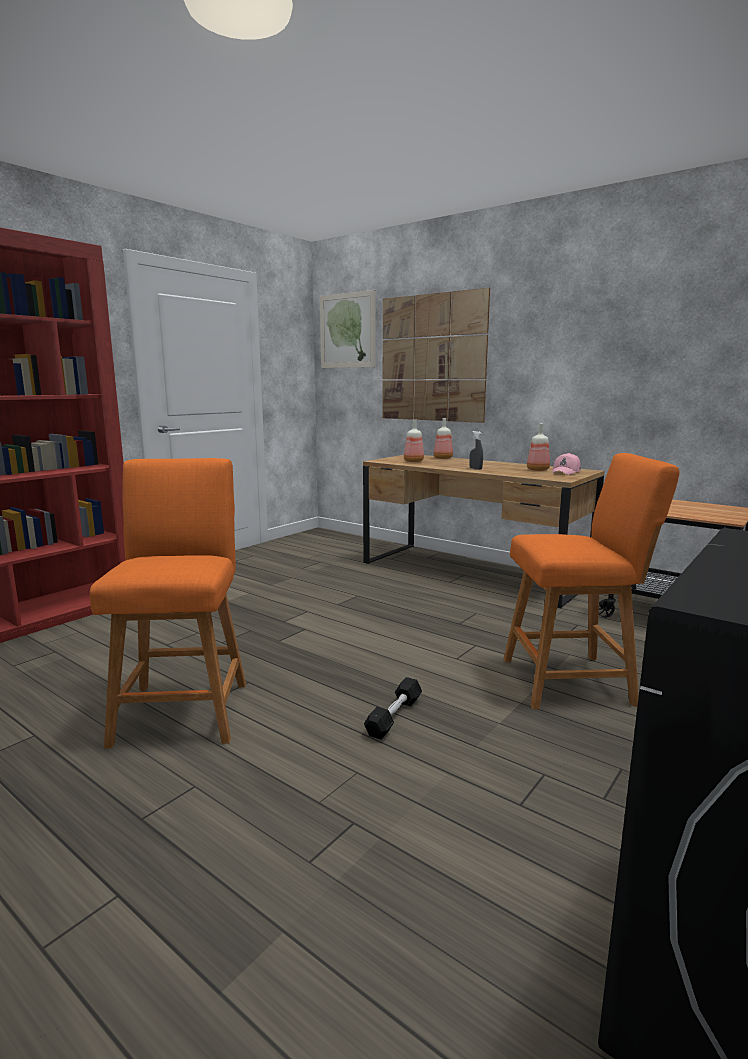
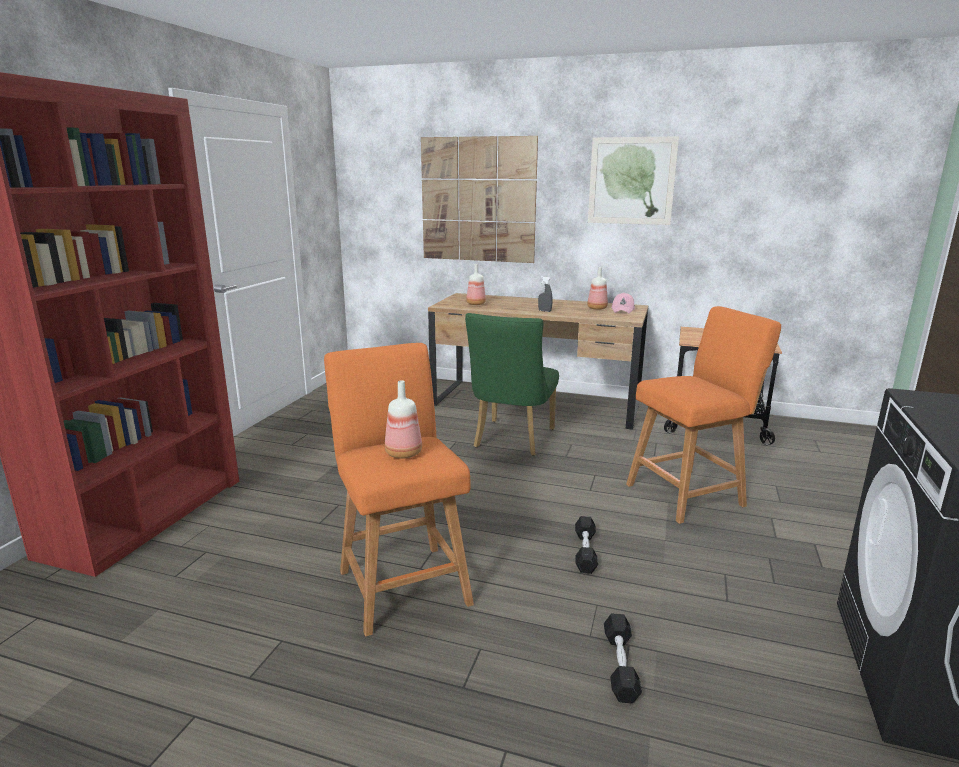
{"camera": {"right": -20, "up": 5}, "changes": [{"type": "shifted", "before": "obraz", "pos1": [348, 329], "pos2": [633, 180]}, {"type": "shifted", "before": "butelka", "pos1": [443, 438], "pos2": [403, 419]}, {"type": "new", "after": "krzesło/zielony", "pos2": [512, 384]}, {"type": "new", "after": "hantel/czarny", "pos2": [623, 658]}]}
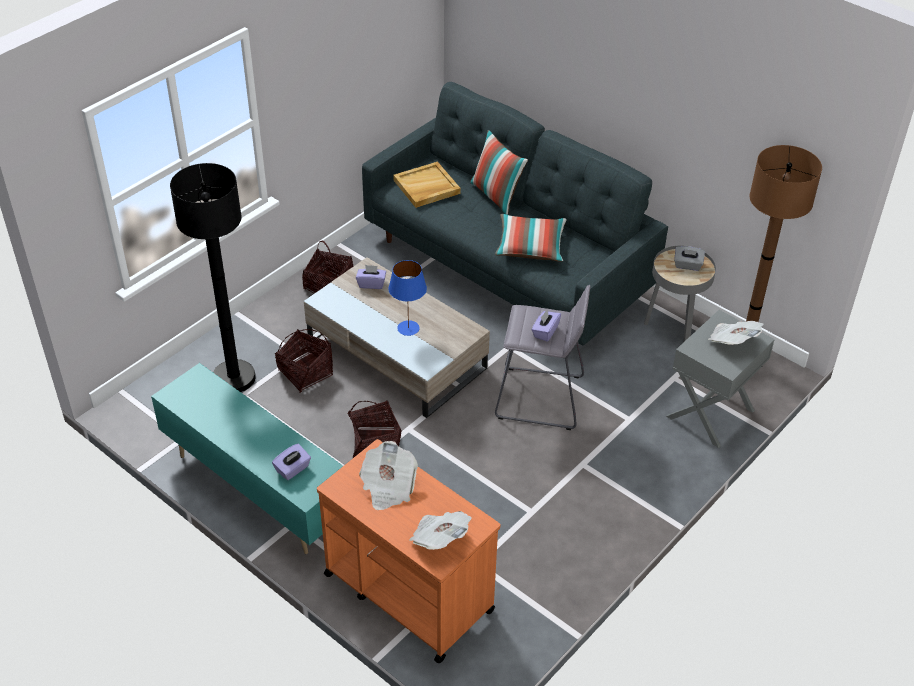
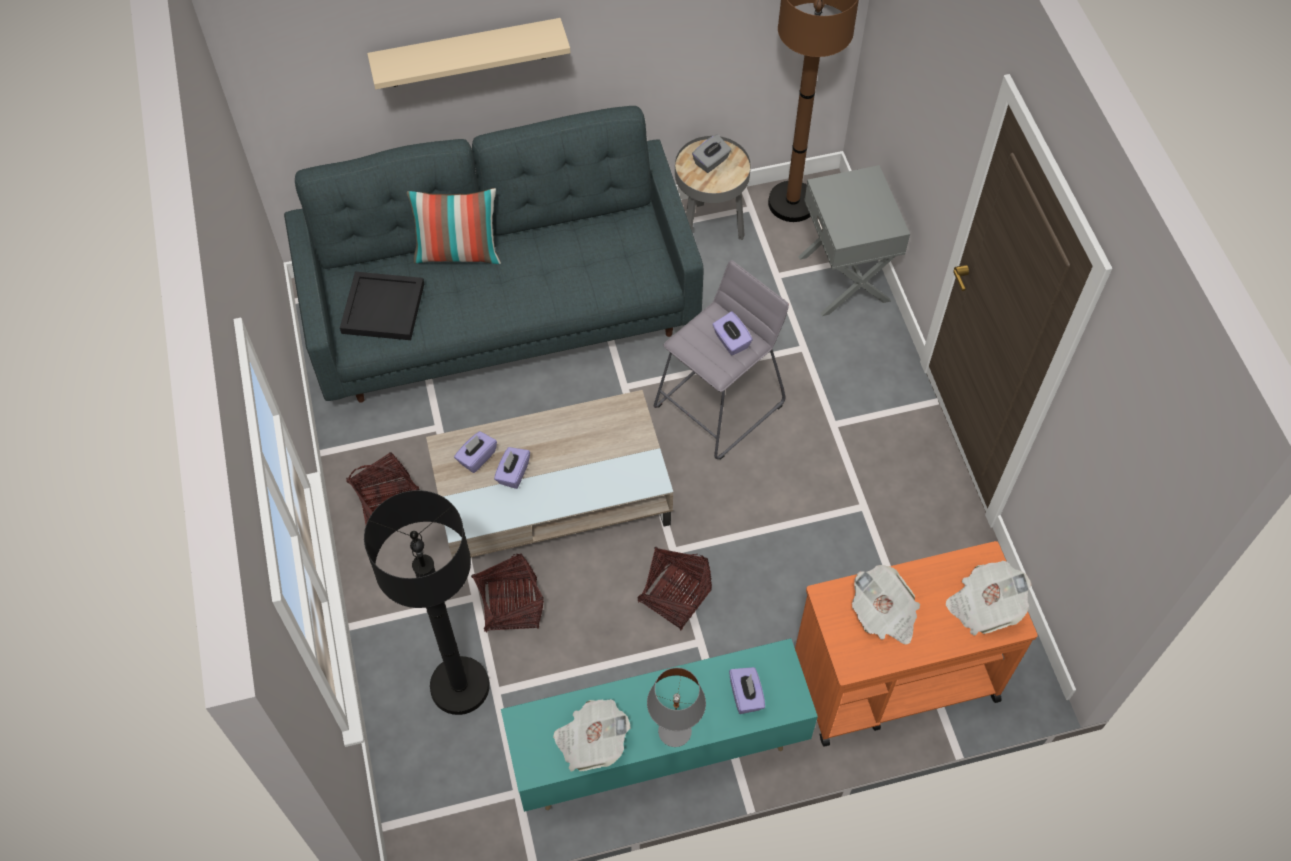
{"camera": {"right": -55, "up": 15}, "changes": [{"type": "gone", "before": "lampa stołowa/niebieski", "pos1": [407, 298]}, {"type": "repainted", "before": "taca/beżowy", "after": "taca/czarny", "pos1": [427, 185], "pos2": [382, 306]}, {"type": "gone", "before": "poduszka", "pos1": [531, 238]}, {"type": "shifted", "before": "gazeta", "pos1": [736, 333], "pos2": [591, 735]}, {"type": "new", "after": "półka/beżowy", "pos2": [468, 53]}, {"type": "new", "after": "pudełko chusteczek/fioletowy", "pos2": [512, 468]}, {"type": "new", "after": "lampa stołowa/szary", "pos2": [676, 707]}]}
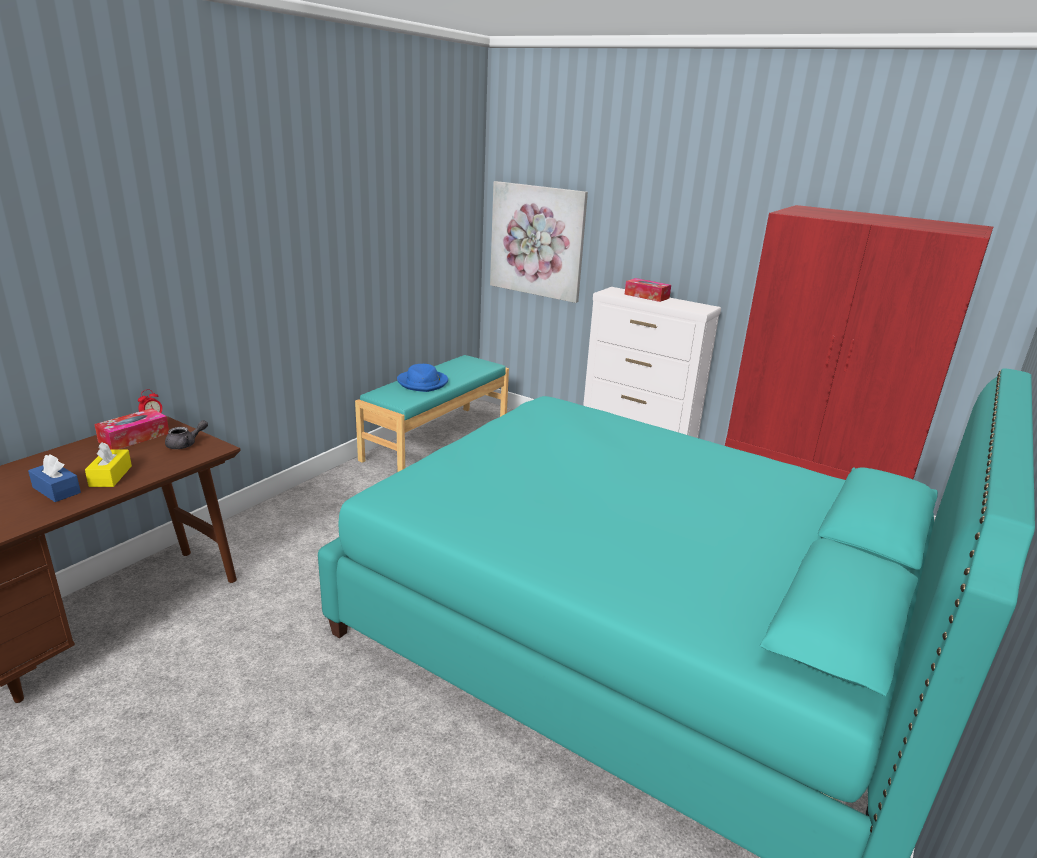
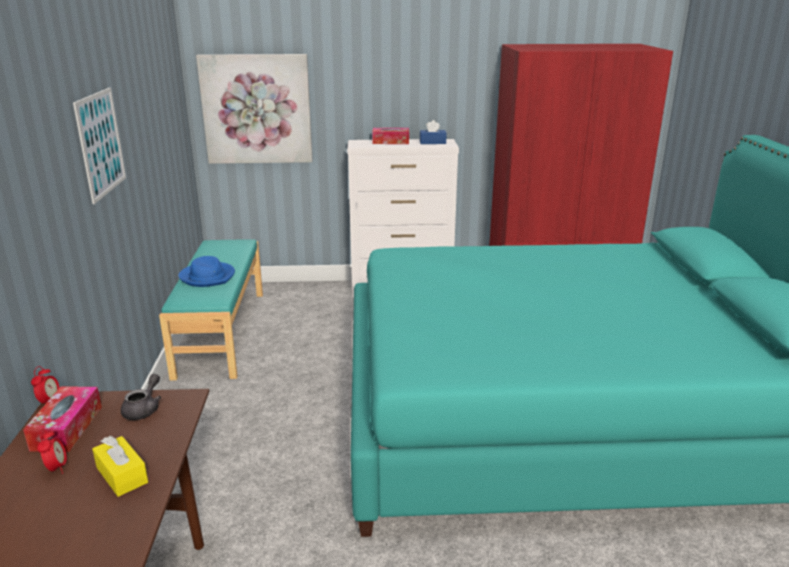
{"camera": {"right": -35, "up": 0}, "changes": [{"type": "shifted", "before": "pudełko chusteczek/niebieski", "pos1": [54, 478], "pos2": [433, 132]}, {"type": "new", "after": "budzik", "pos2": [52, 451]}, {"type": "new", "after": "obraz", "pos2": [99, 146]}]}
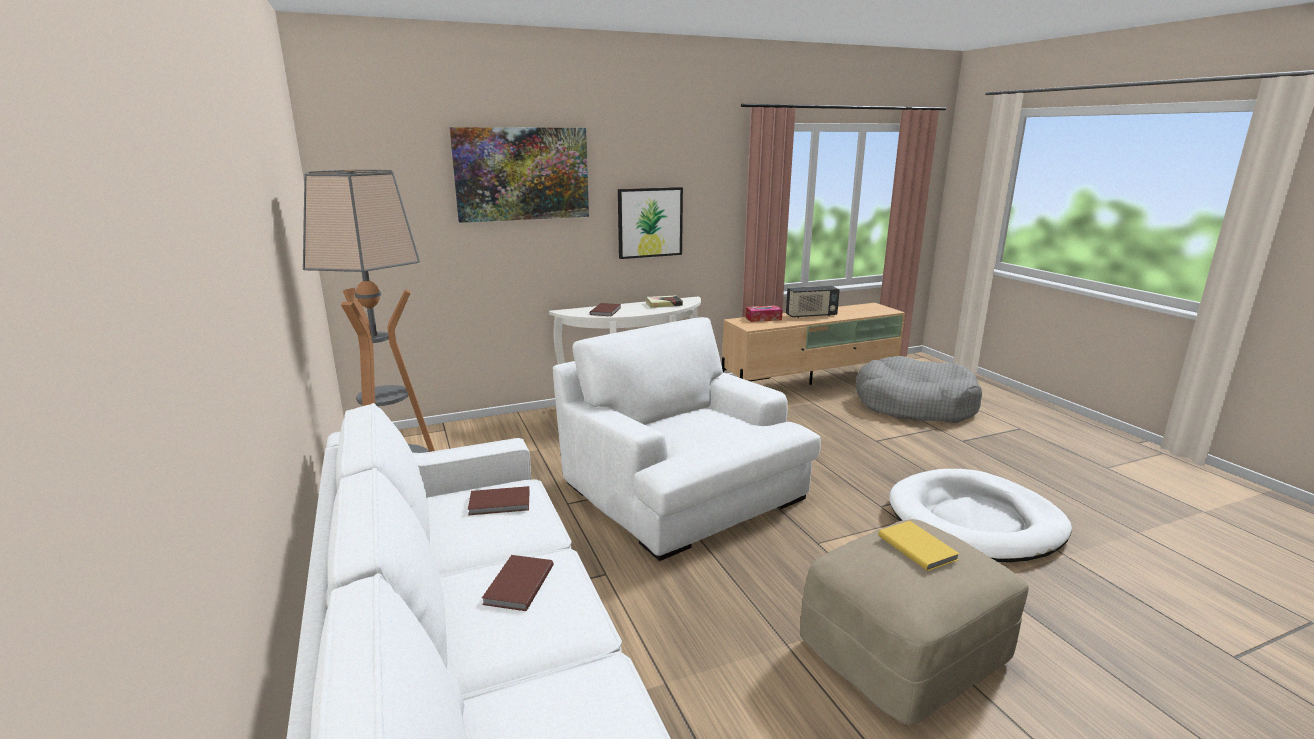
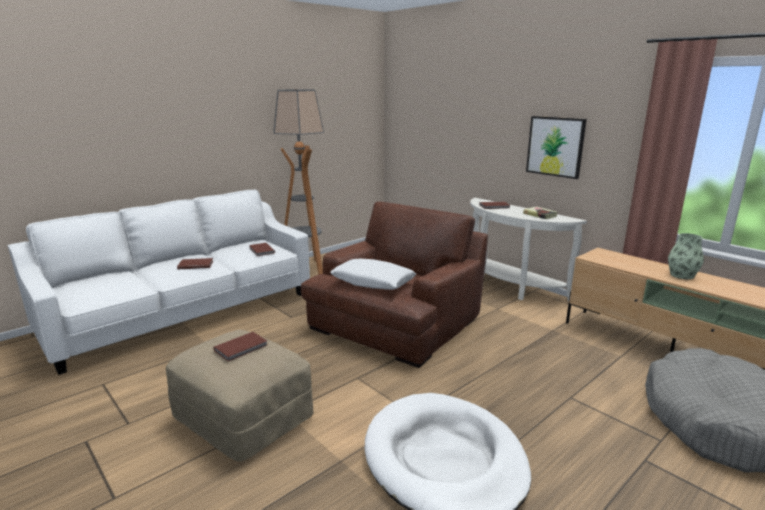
{"camera": {"right": 70, "up": 0}, "changes": [{"type": "gone", "before": "obraz", "pos1": [519, 175]}, {"type": "repainted", "before": "fotel/biały", "after": "fotel/brązowy", "pos1": [687, 439], "pos2": [394, 285]}, {"type": "gone", "before": "pudełko chusteczek", "pos1": [764, 313]}, {"type": "swapped", "before": "radio", "after": "wazon", "pos1": [813, 302], "pos2": [686, 256]}, {"type": "repainted", "before": "książka/żółty", "after": "książka/brązowy", "pos1": [919, 546], "pos2": [240, 347]}, {"type": "new", "after": "poduszka/biały", "pos2": [373, 274]}]}
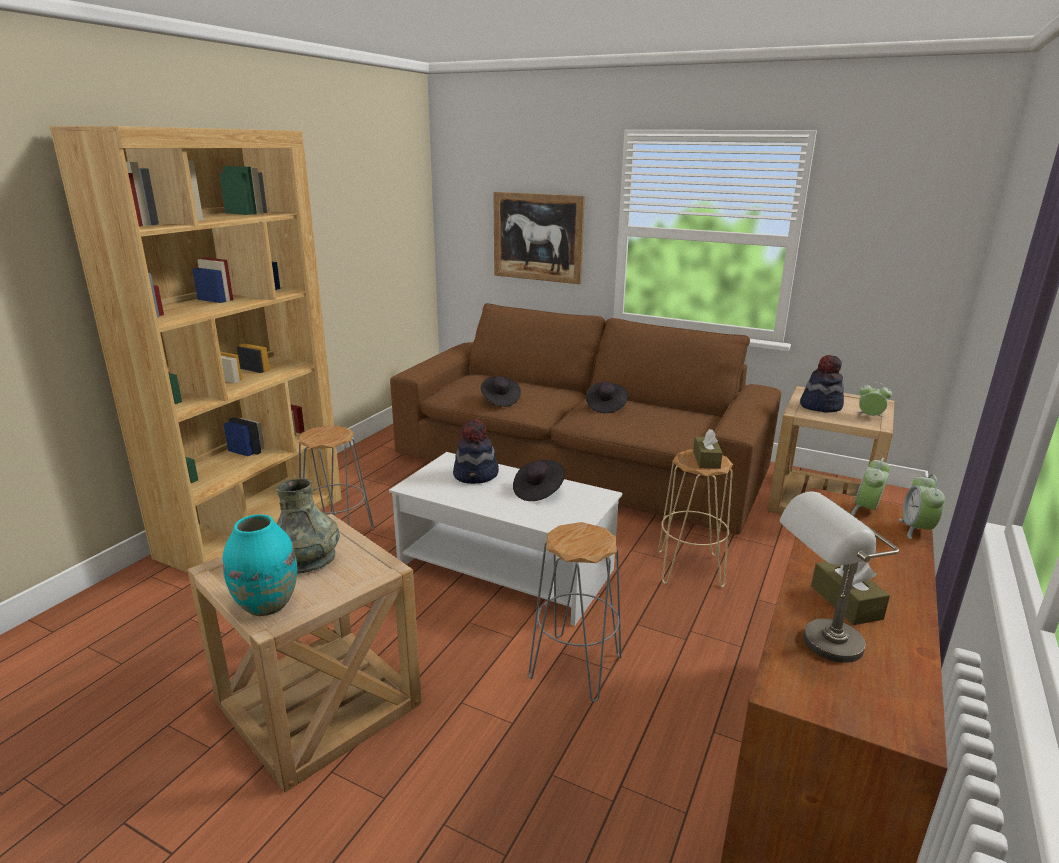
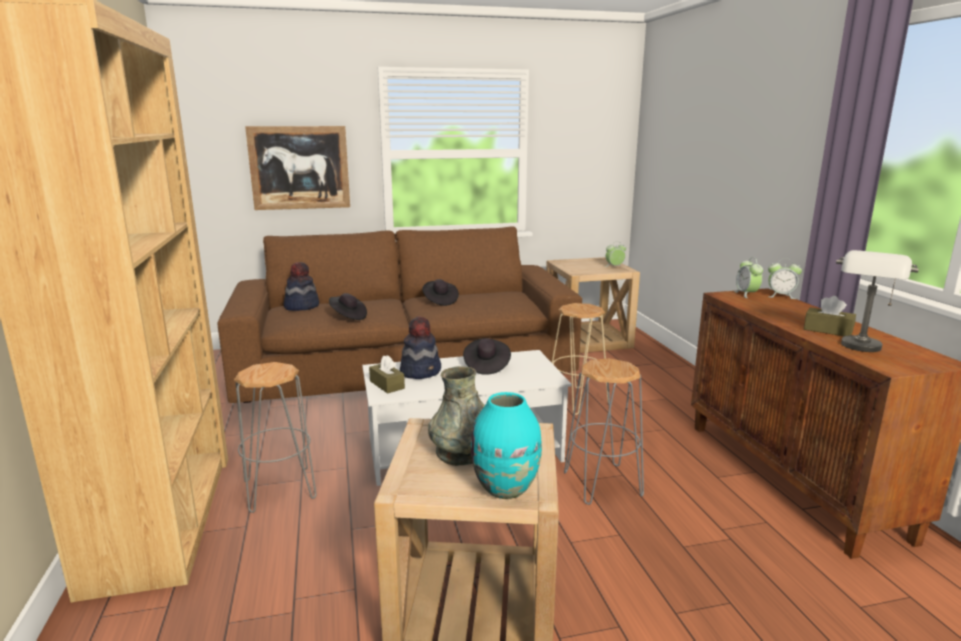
{"camera": {"right": -40, "up": -5}, "changes": [{"type": "shifted", "before": "pudełko chusteczek/brązowy", "pos1": [708, 449], "pos2": [387, 374]}, {"type": "shifted", "before": "kapelusz", "pos1": [822, 383], "pos2": [301, 286]}, {"type": "rotated", "before": "budzik", "pos1": [922, 506], "pos2": [785, 279], "turn": -45}]}
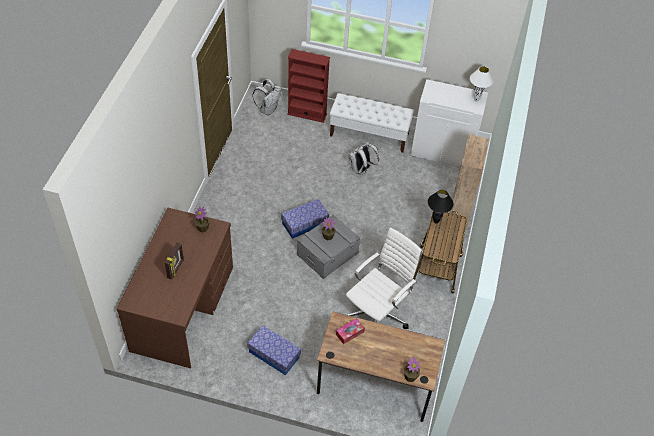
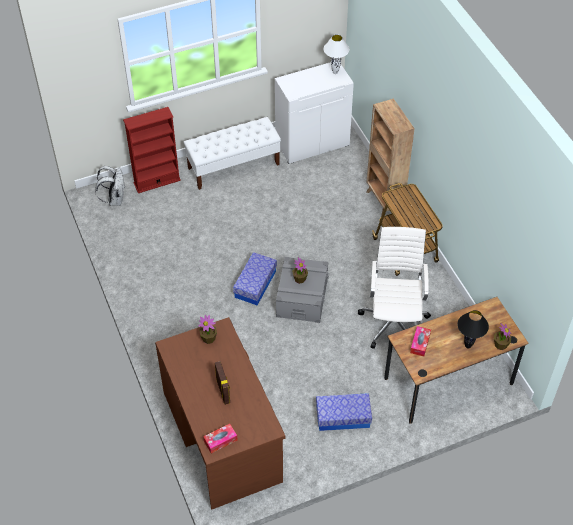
{"camera": {"right": -35, "up": 0}, "changes": [{"type": "gone", "before": "plecak/biały", "pos1": [364, 158]}, {"type": "shifted", "before": "lampa stołowa/czarny", "pos1": [440, 207], "pos2": [473, 329]}, {"type": "new", "after": "pudełko chusteczek", "pos2": [220, 438]}]}
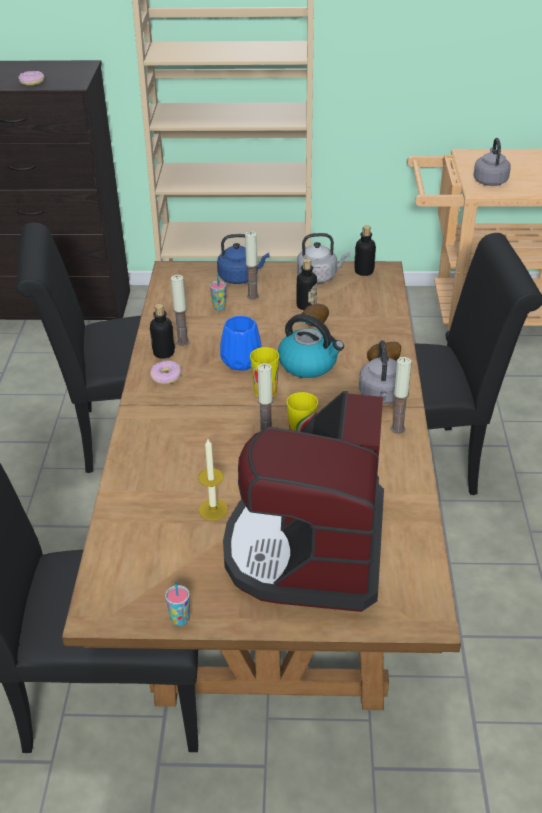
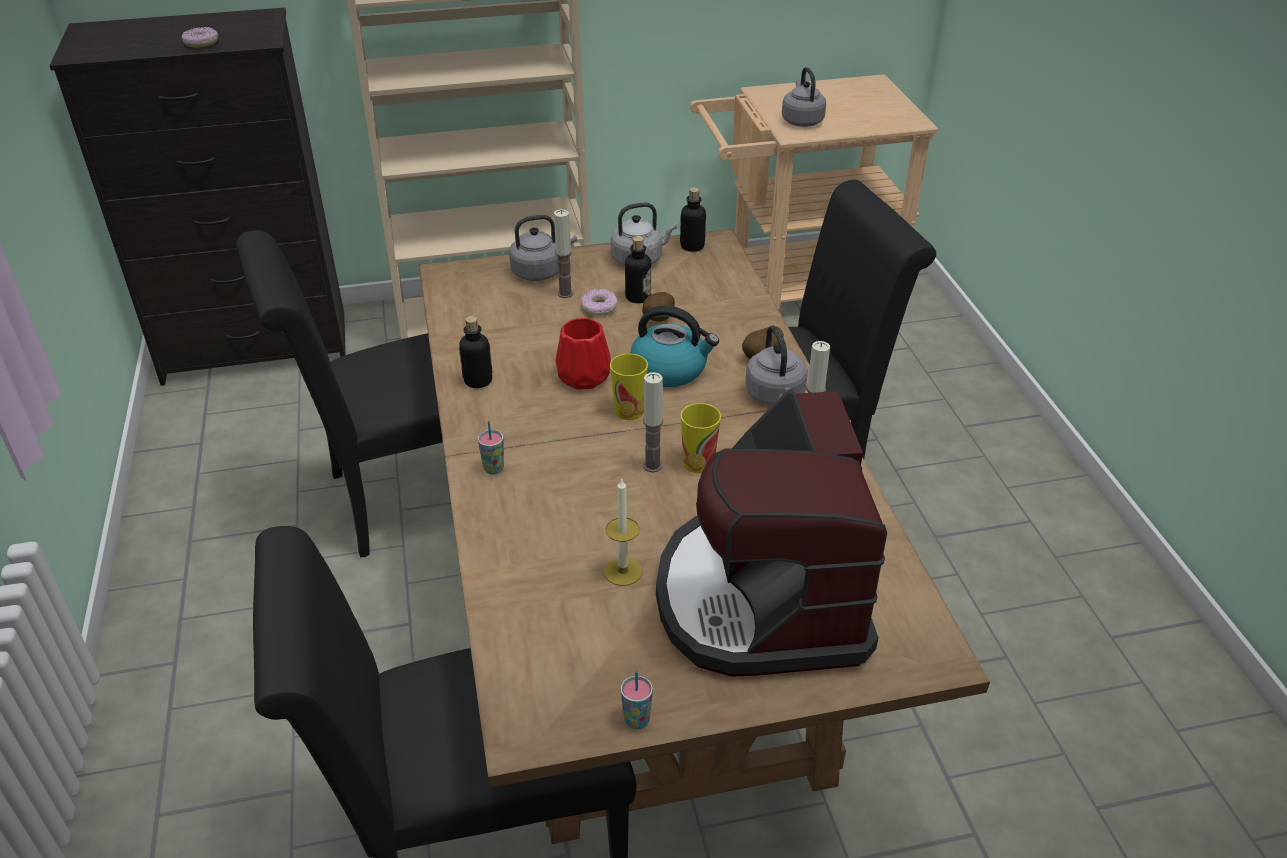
{"camera": {"right": -15, "up": 0}, "changes": [{"type": "shifted", "before": "donut", "pos1": [166, 372], "pos2": [599, 302]}, {"type": "gone", "before": "świeca", "pos1": [180, 310]}, {"type": "shifted", "before": "filiżanka", "pos1": [218, 291], "pos2": [491, 448]}, {"type": "repainted", "before": "czajnik/niebieski", "after": "czajnik/szary", "pos1": [243, 259], "pos2": [543, 248]}, {"type": "repainted", "before": "wazon/niebieski", "after": "wazon/czerwony", "pos1": [241, 343], "pos2": [583, 353]}]}
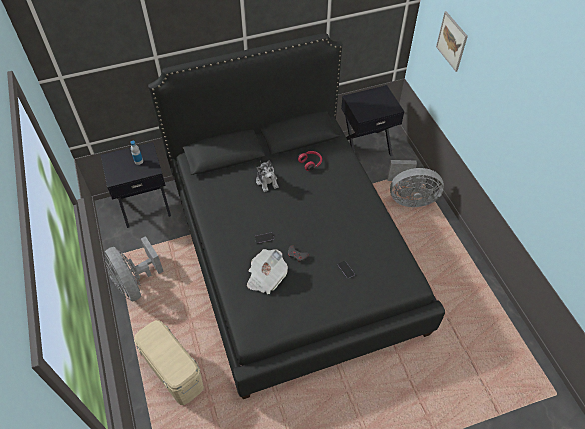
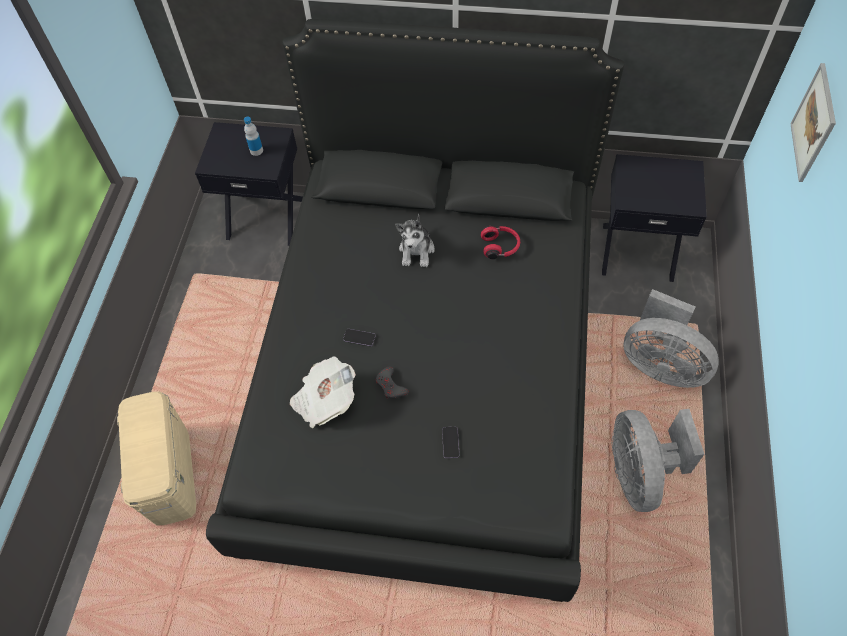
{"camera": {"right": 30, "up": 5}, "changes": [{"type": "shifted", "before": "wentylator/szary", "pos1": [134, 268], "pos2": [658, 460]}]}
